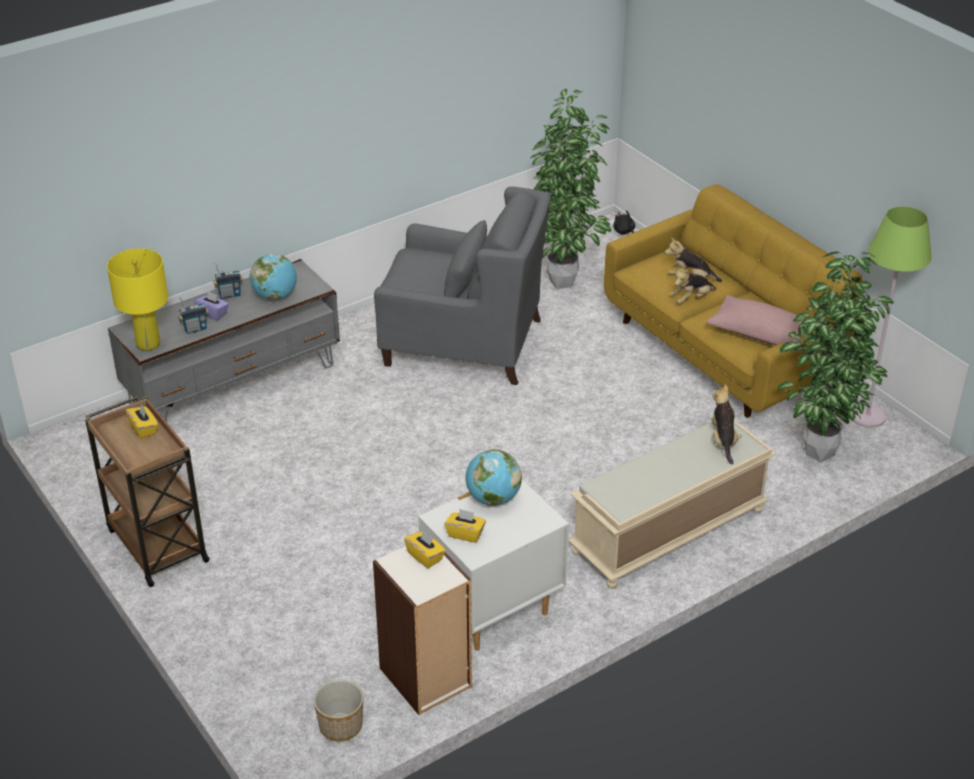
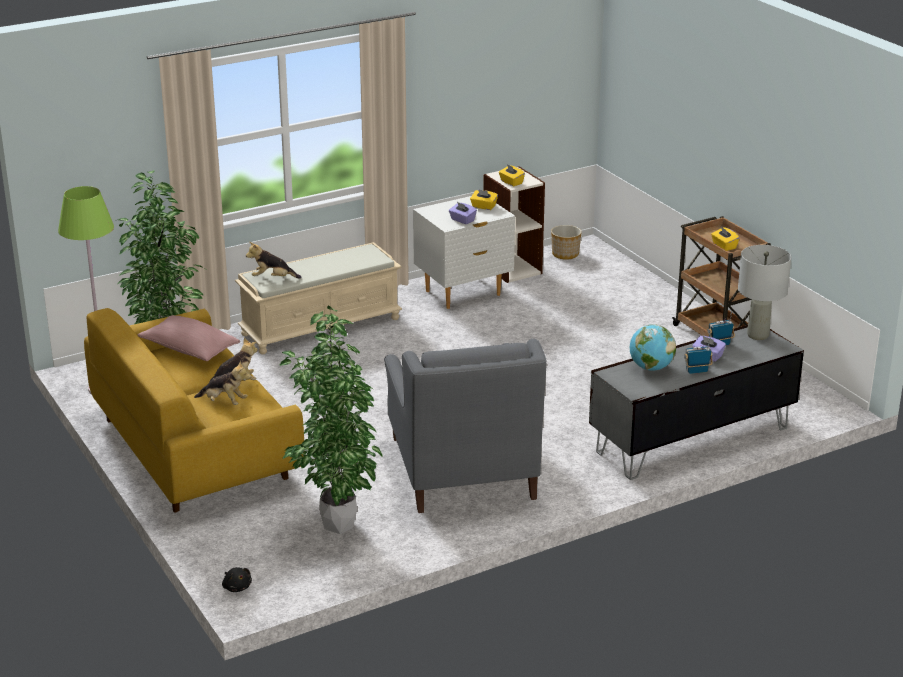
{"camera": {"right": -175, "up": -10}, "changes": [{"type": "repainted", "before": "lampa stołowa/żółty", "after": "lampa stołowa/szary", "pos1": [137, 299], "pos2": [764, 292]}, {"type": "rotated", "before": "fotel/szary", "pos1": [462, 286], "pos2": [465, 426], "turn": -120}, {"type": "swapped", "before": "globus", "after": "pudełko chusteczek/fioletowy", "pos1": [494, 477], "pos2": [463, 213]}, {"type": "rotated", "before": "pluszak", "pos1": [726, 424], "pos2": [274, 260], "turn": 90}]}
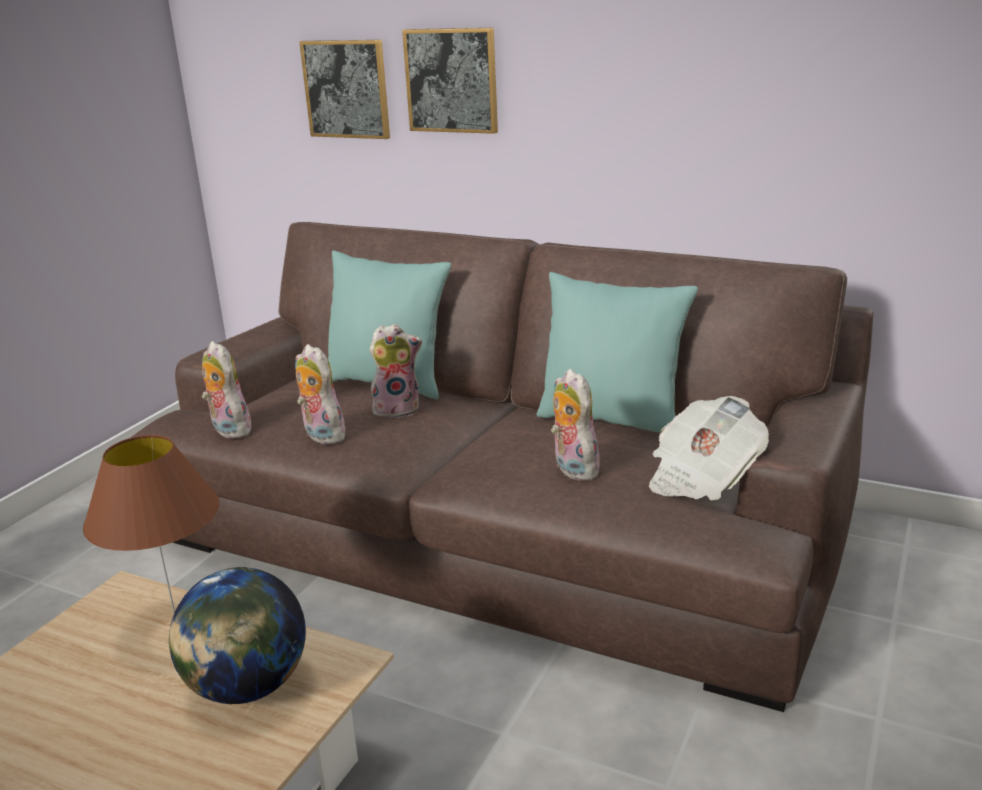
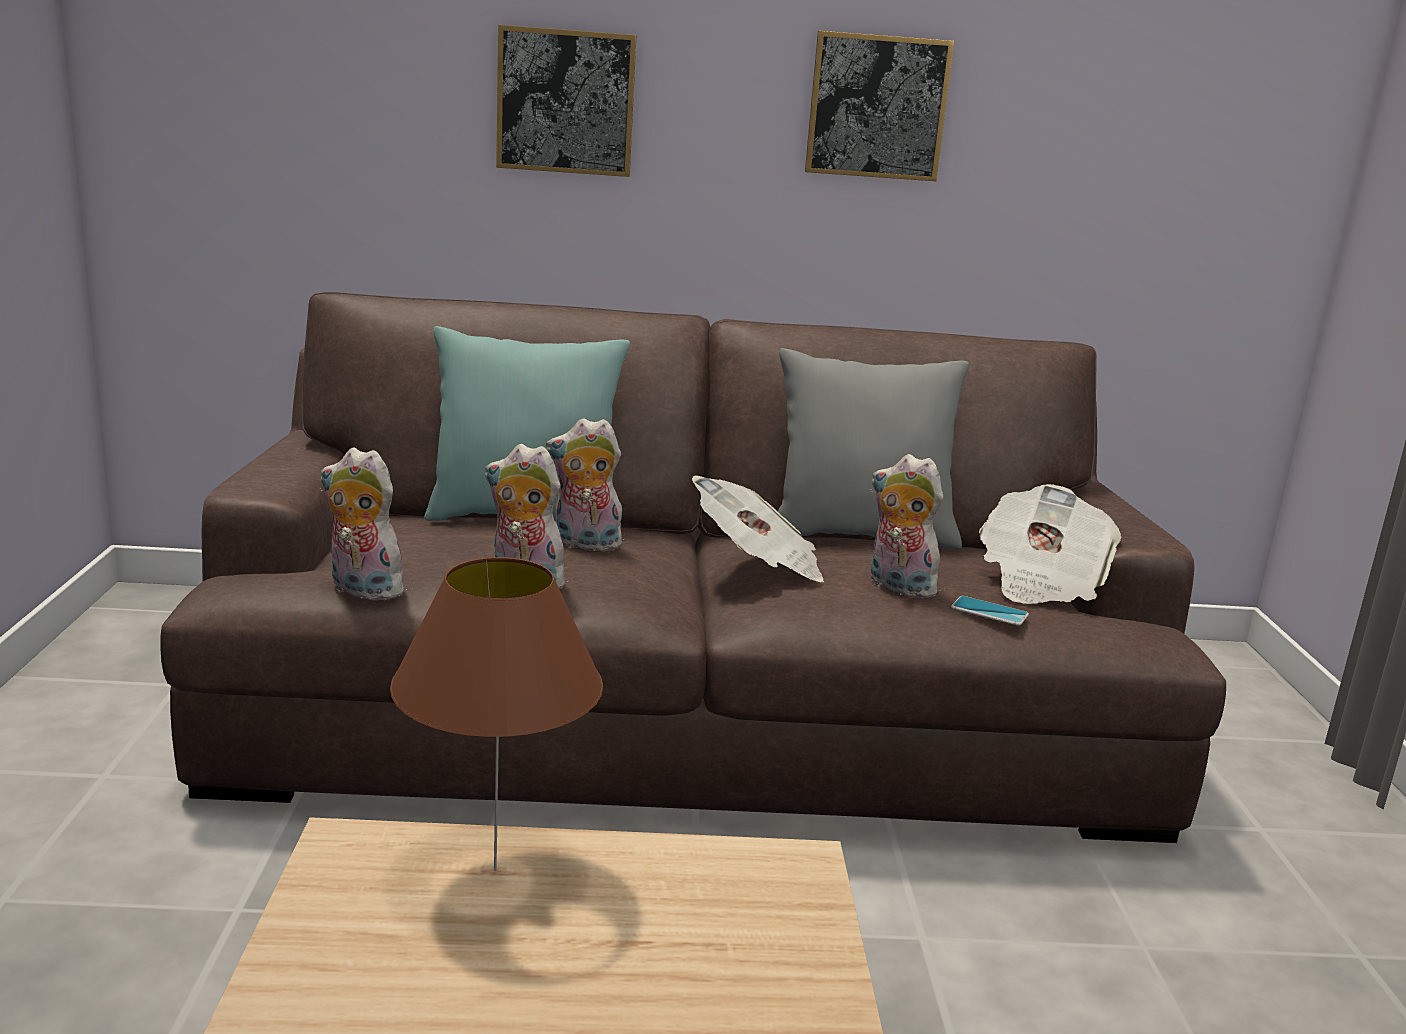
{"camera": {"right": -30, "up": -5}, "changes": [{"type": "gone", "before": "globus", "pos1": [237, 635]}, {"type": "shifted", "before": "obraz", "pos1": [344, 89], "pos2": [879, 106]}, {"type": "rotated", "before": "pluszak", "pos1": [395, 371], "pos2": [585, 484], "turn": -135}, {"type": "repainted", "before": "poduszka/turkusowy", "after": "poduszka/szary", "pos1": [617, 352], "pos2": [873, 448]}, {"type": "new", "after": "gazeta", "pos2": [758, 528]}, {"type": "new", "after": "telefon", "pos2": [990, 611]}]}
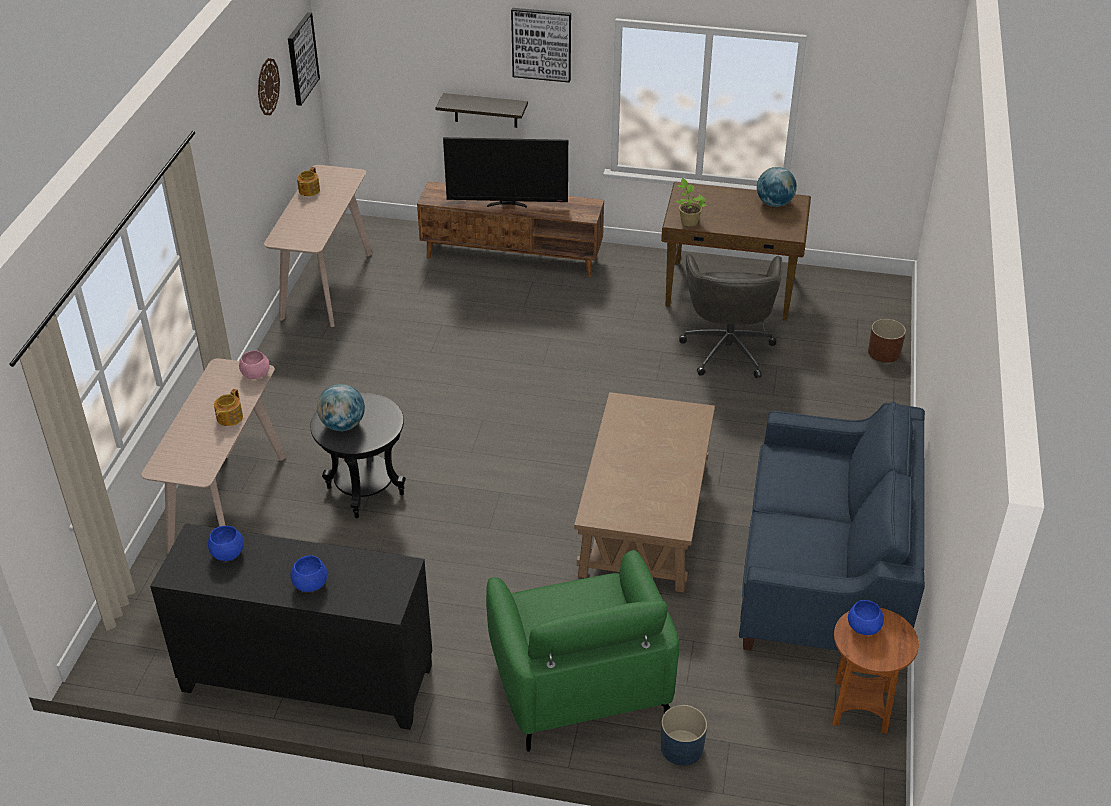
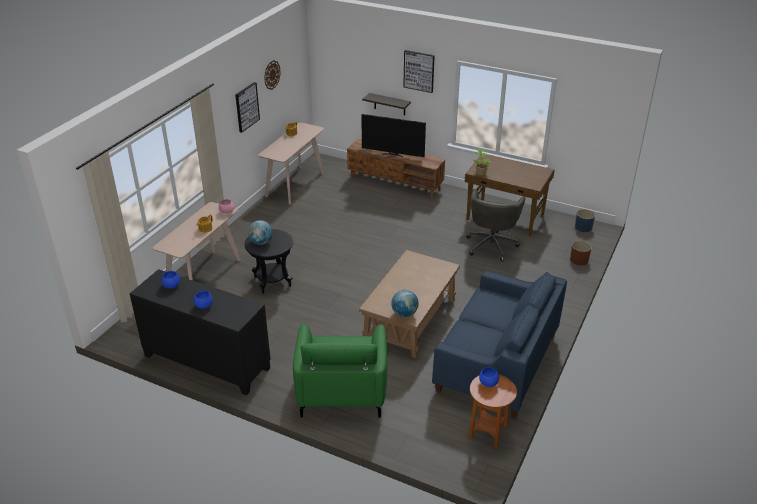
{"camera": {"right": 15, "up": -5}, "changes": [{"type": "shifted", "before": "obraz", "pos1": [304, 59], "pos2": [247, 107]}, {"type": "shifted", "before": "donica/niebieski", "pos1": [684, 735], "pos2": [585, 220]}, {"type": "shifted", "before": "globus", "pos1": [777, 187], "pos2": [405, 303]}]}
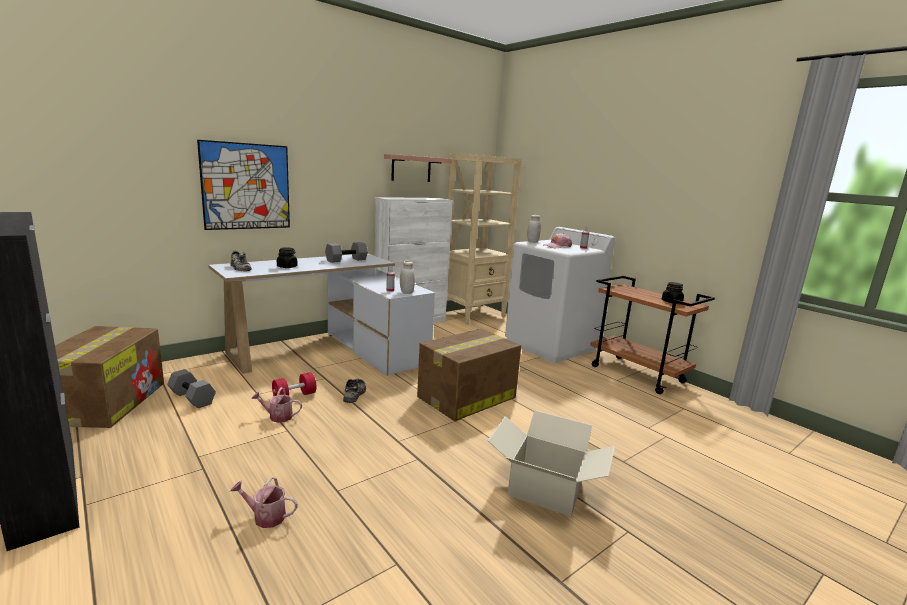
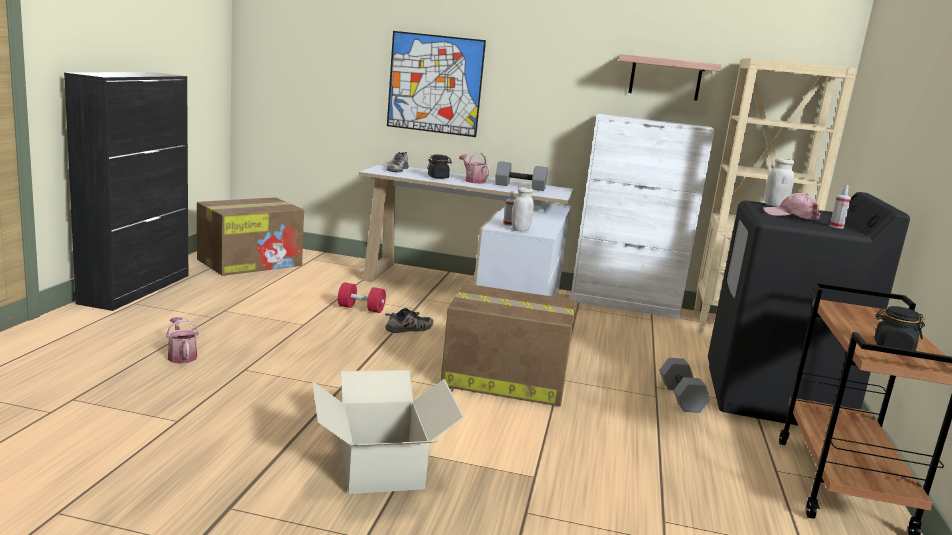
{"camera": {"right": 50, "up": 0}, "changes": [{"type": "shifted", "before": "hantel/szary", "pos1": [191, 388], "pos2": [685, 385]}, {"type": "shifted", "before": "konewka", "pos1": [276, 405], "pos2": [474, 168]}, {"type": "repainted", "before": "pralka/biały", "after": "pralka/czarny", "pos1": [560, 295], "pos2": [809, 309]}]}
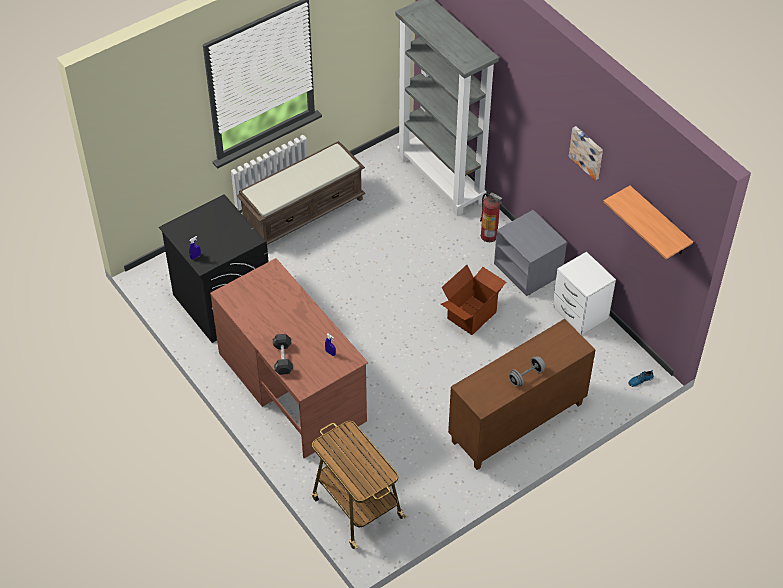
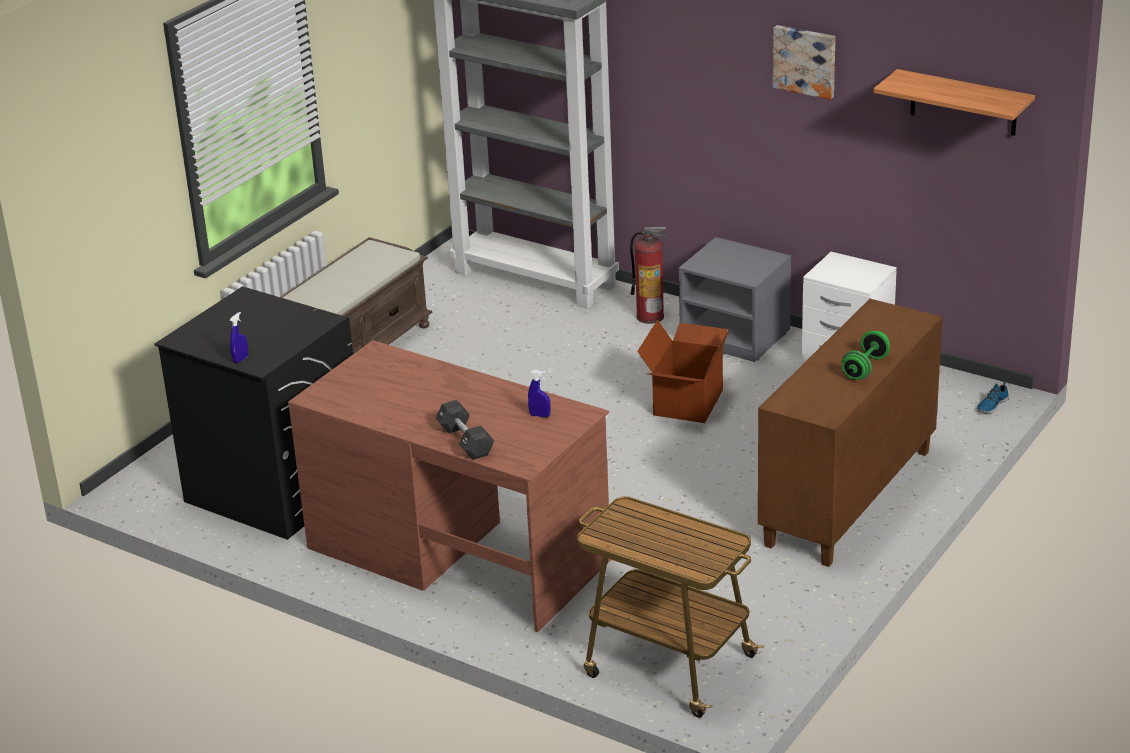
{"camera": {"right": -20, "up": -20}, "changes": [{"type": "repainted", "before": "hantel/szary", "after": "hantel/zielony", "pos1": [527, 371], "pos2": [866, 355]}]}
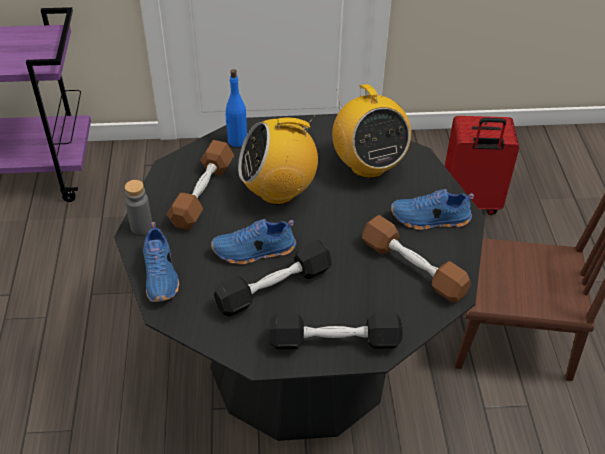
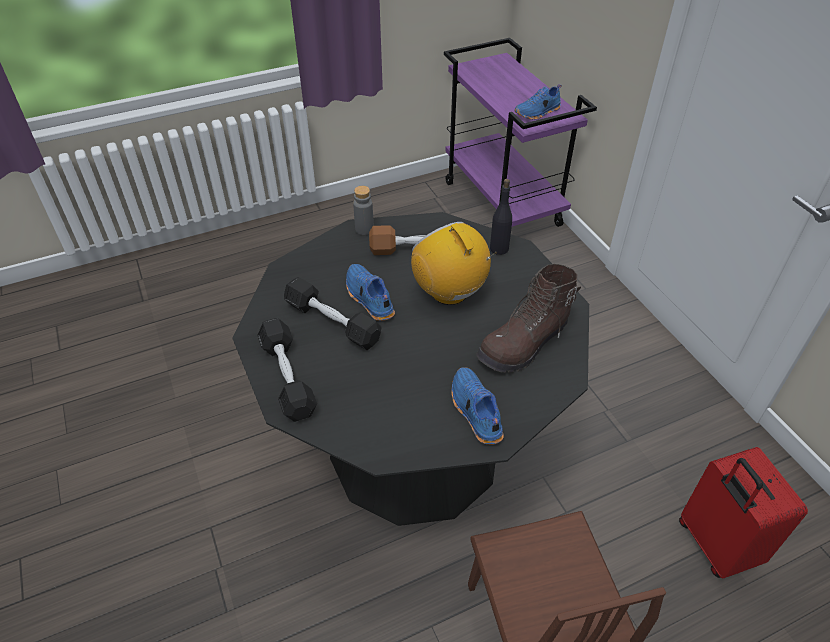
{"camera": {"right": 70, "up": 0}, "changes": [{"type": "shifted", "before": "but/niebieski", "pos1": [161, 262], "pos2": [538, 102]}, {"type": "repainted", "before": "butelka/niebieski", "after": "butelka/czarny", "pos1": [236, 108], "pos2": [501, 217]}, {"type": "swapped", "before": "radio", "after": "but z cholewką/brązowy", "pos1": [371, 131], "pos2": [528, 318]}, {"type": "gone", "before": "hantel/brązowy", "pos1": [416, 258]}]}
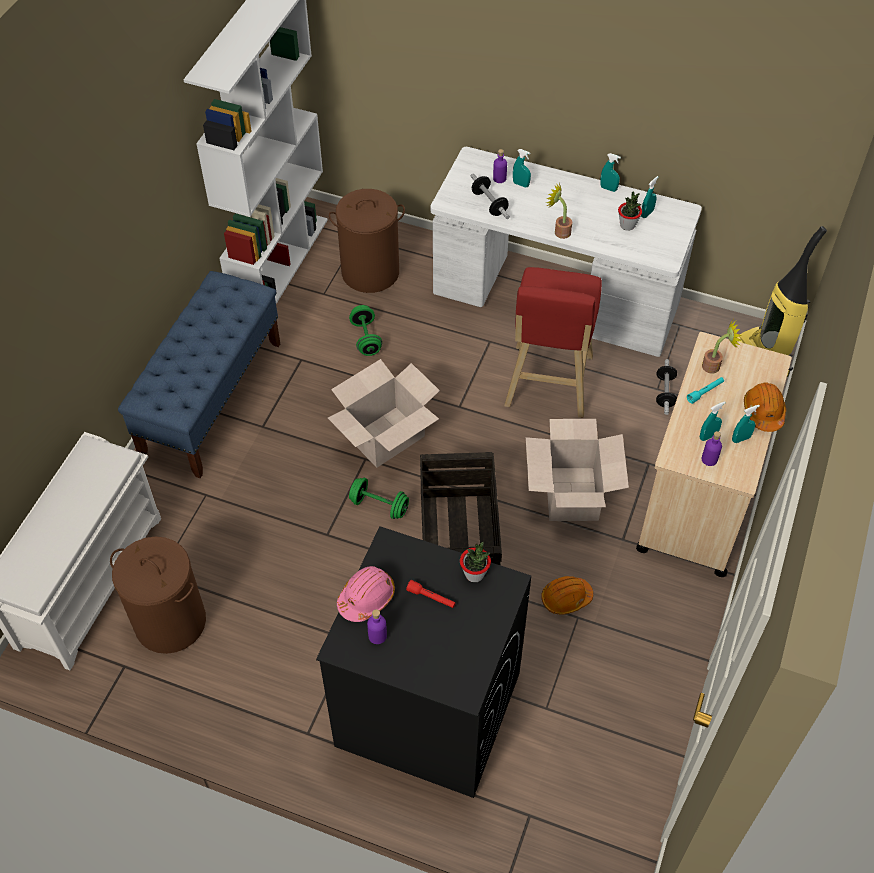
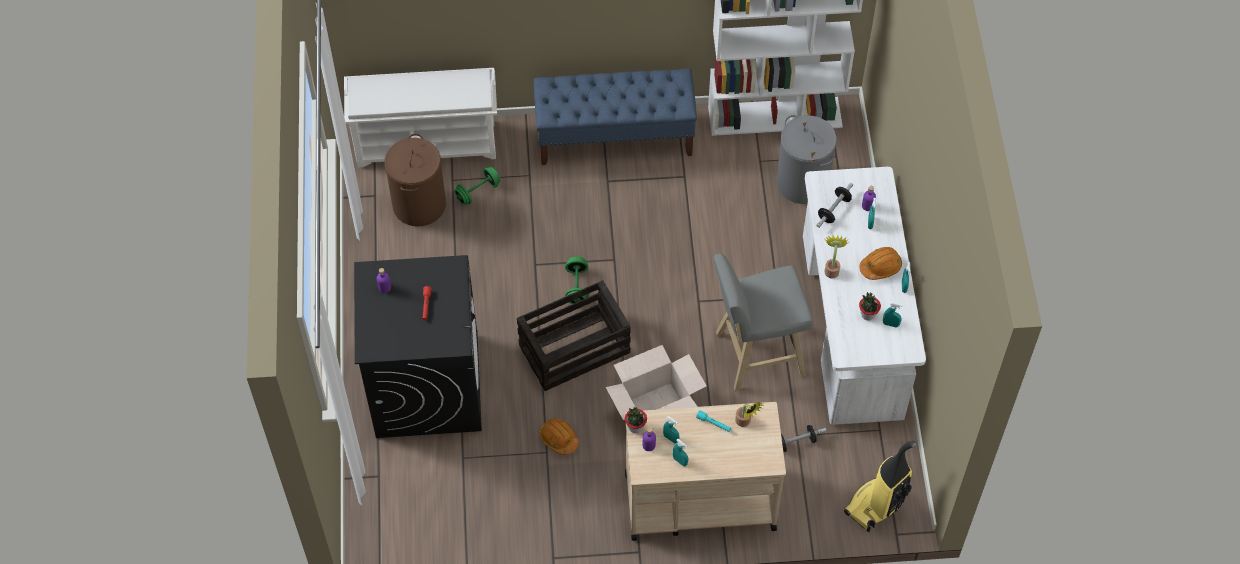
{"camera": {"right": 65, "up": 5}, "changes": [{"type": "gone", "before": "karton", "pos1": [384, 413]}, {"type": "repainted", "before": "kosz na pranie/brązowy", "after": "kosz na pranie/szary", "pos1": [367, 241], "pos2": [806, 159]}, {"type": "gone", "before": "kask/różowy", "pos1": [366, 594]}, {"type": "shifted", "before": "hantel/zielony", "pos1": [365, 330], "pos2": [477, 186]}, {"type": "shifted", "before": "roślina doniczkowa", "pos1": [475, 562], "pos2": [636, 420]}, {"type": "repainted", "before": "stołek/czerwony", "after": "stołek/szary", "pos1": [553, 342], "pos2": [763, 322]}, {"type": "shifted", "before": "kask/pomarańczowy", "pos1": [765, 407], "pos2": [880, 263]}]}
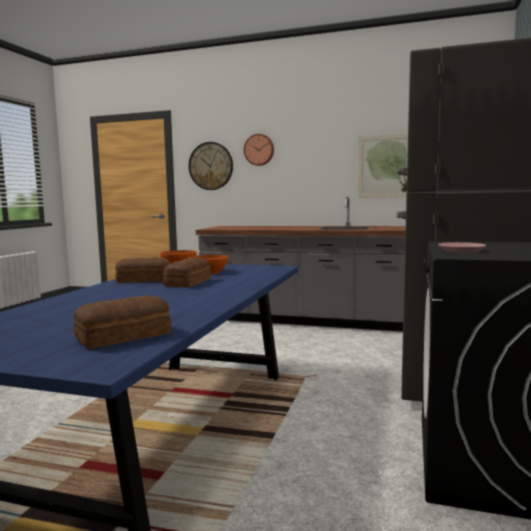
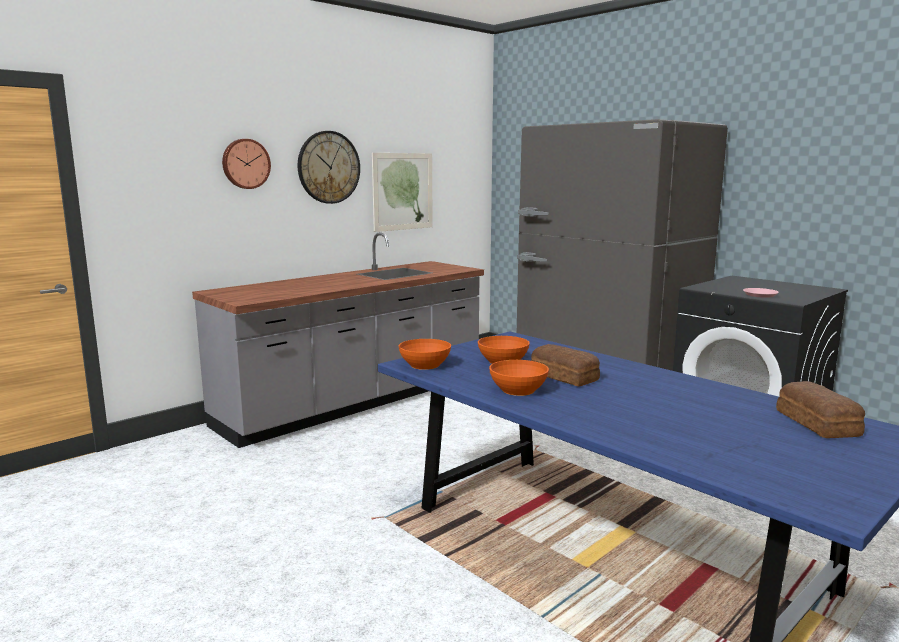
{"camera": {"right": -60, "up": 5}, "changes": [{"type": "swapped", "before": "chleb", "after": "miska/pomarańczowy", "pos1": [142, 270], "pos2": [519, 378]}, {"type": "shifted", "before": "zegar ścienny", "pos1": [211, 166], "pos2": [329, 167]}]}
